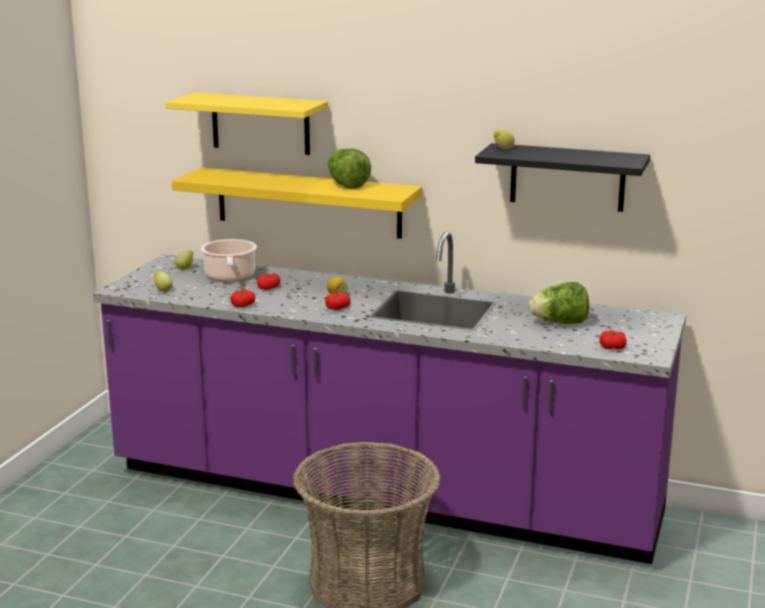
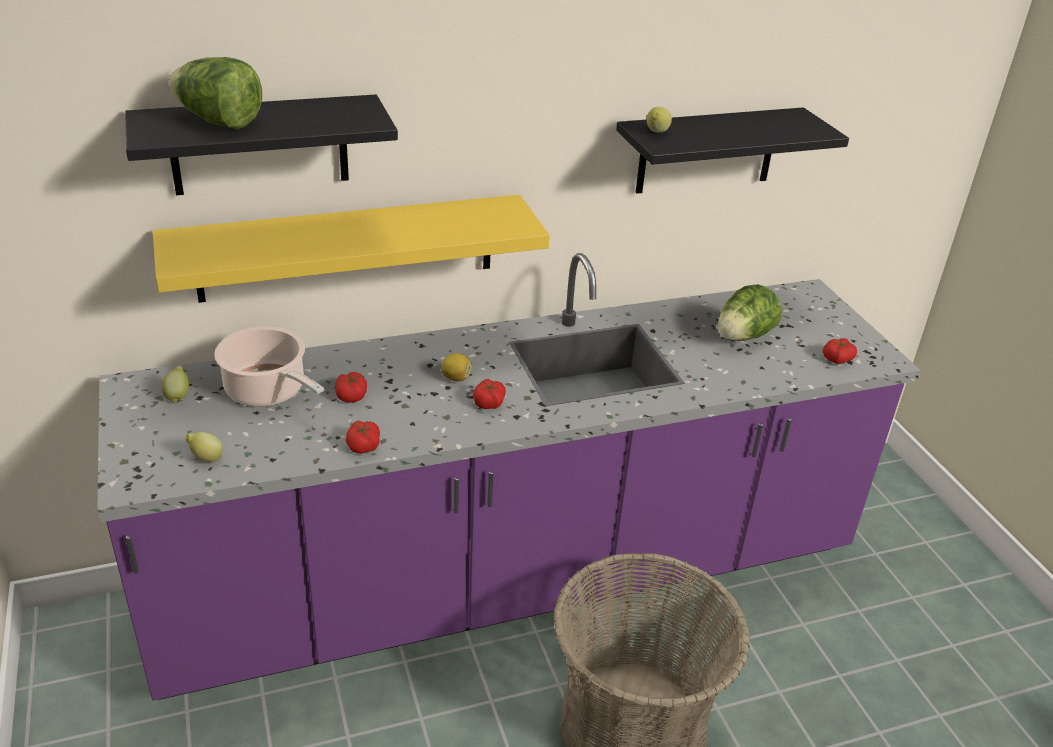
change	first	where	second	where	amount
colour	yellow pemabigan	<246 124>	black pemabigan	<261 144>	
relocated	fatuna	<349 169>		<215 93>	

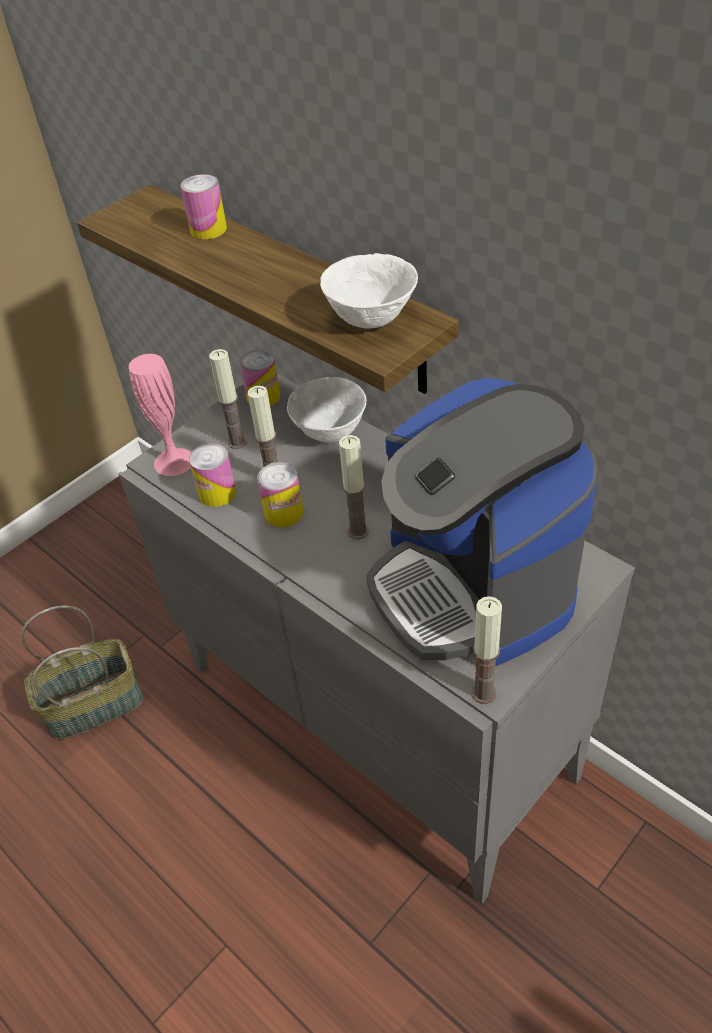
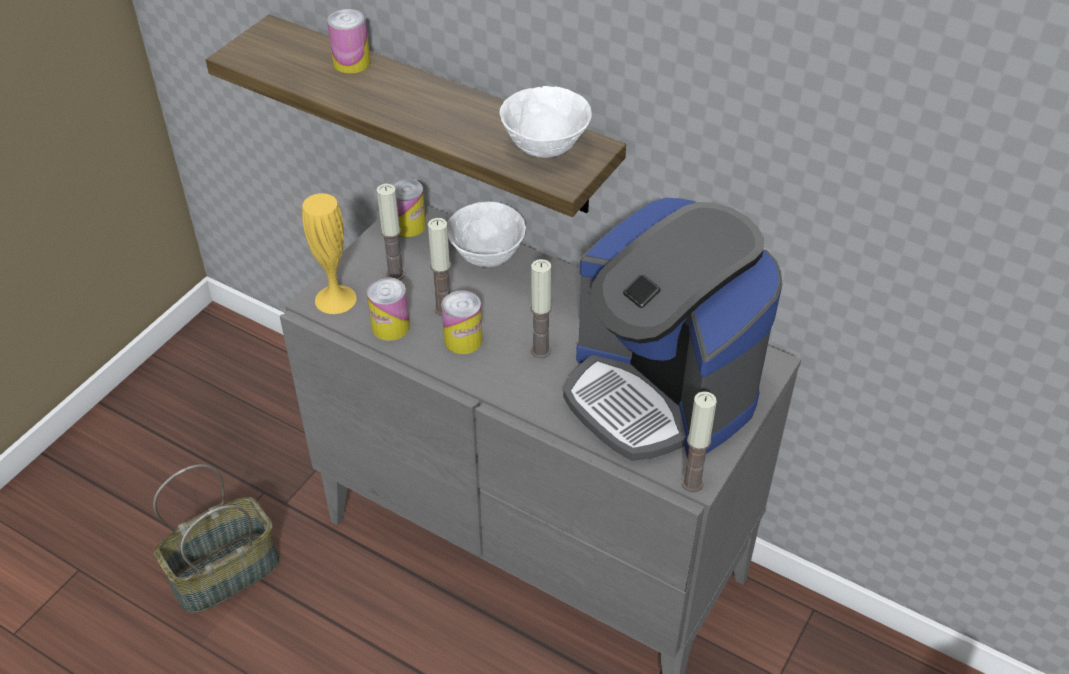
change	first	where	second	where	amount
colour	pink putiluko	<160 415>	yellow putiluko	<329 253>	

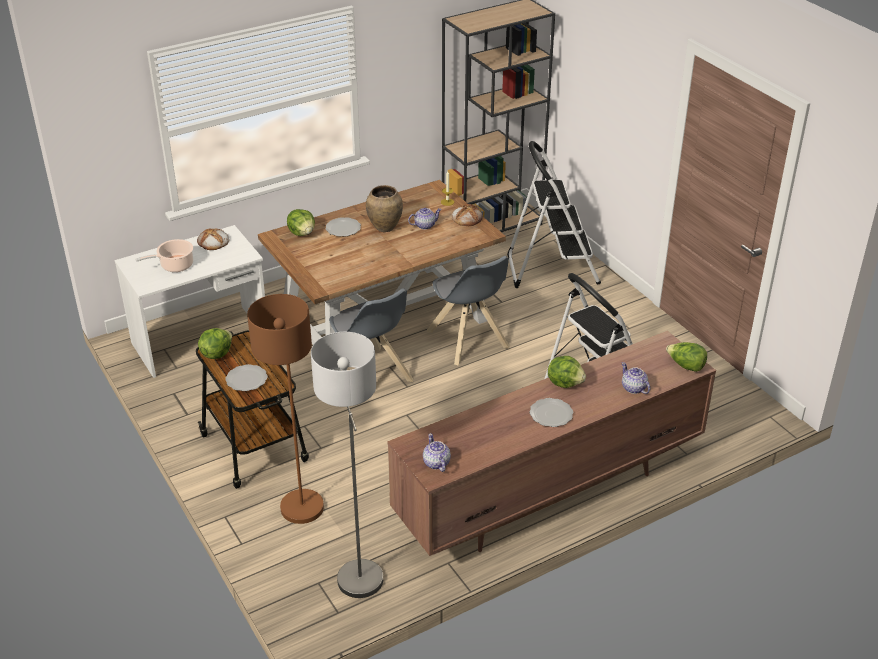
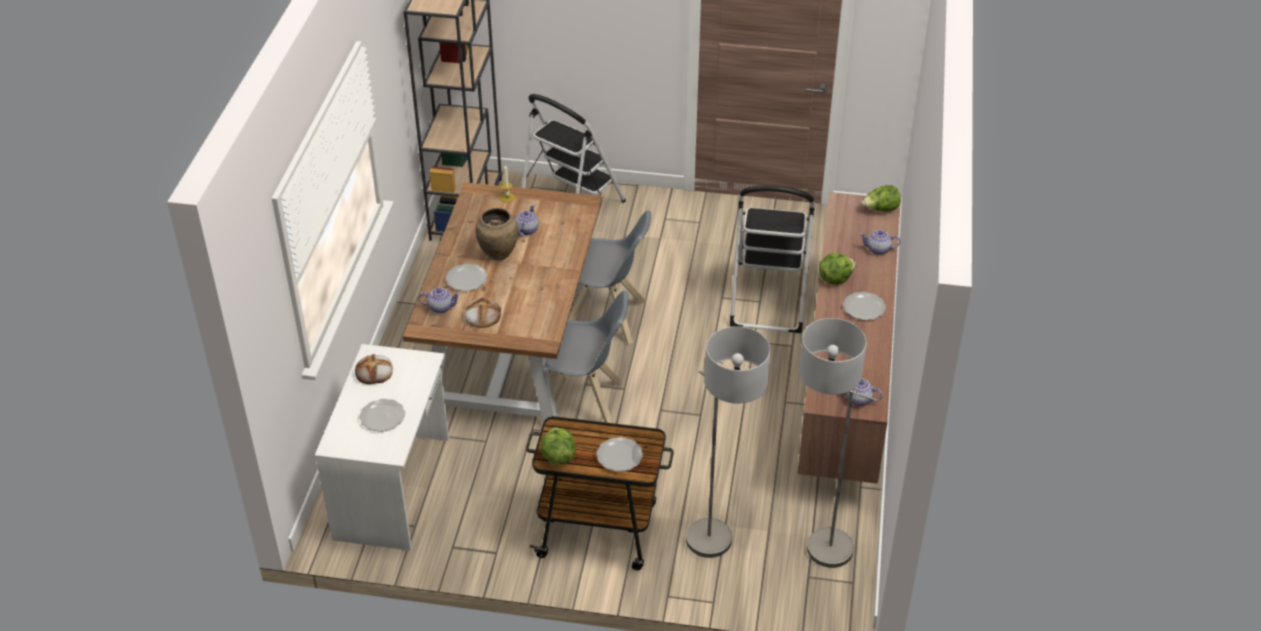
change	first	where	second	where	amount
relocated	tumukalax	<467 215>		<482 313>	
exchanged	fatuna	<301 222>	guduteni	<439 300>	
exchanged	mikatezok	<164 255>	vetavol	<382 415>	
colour	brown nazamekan	<285 409>	grey nazamekan	<728 442>	

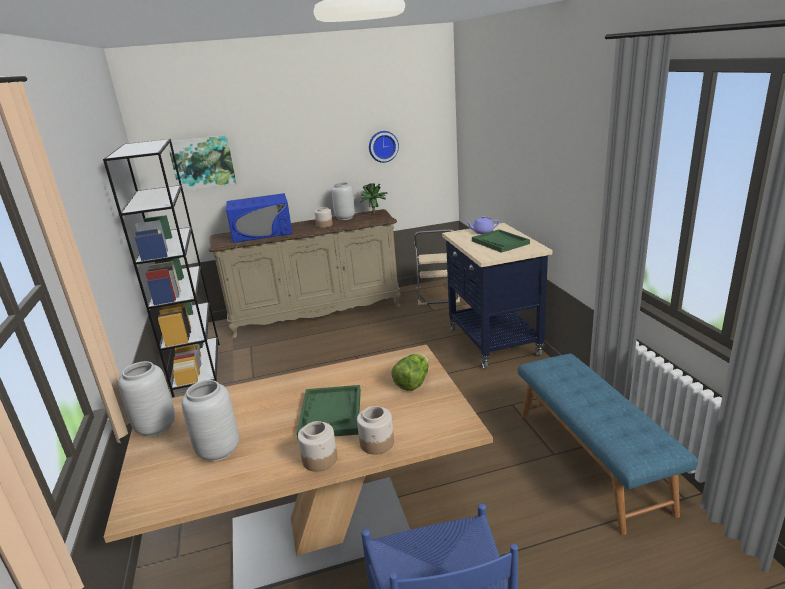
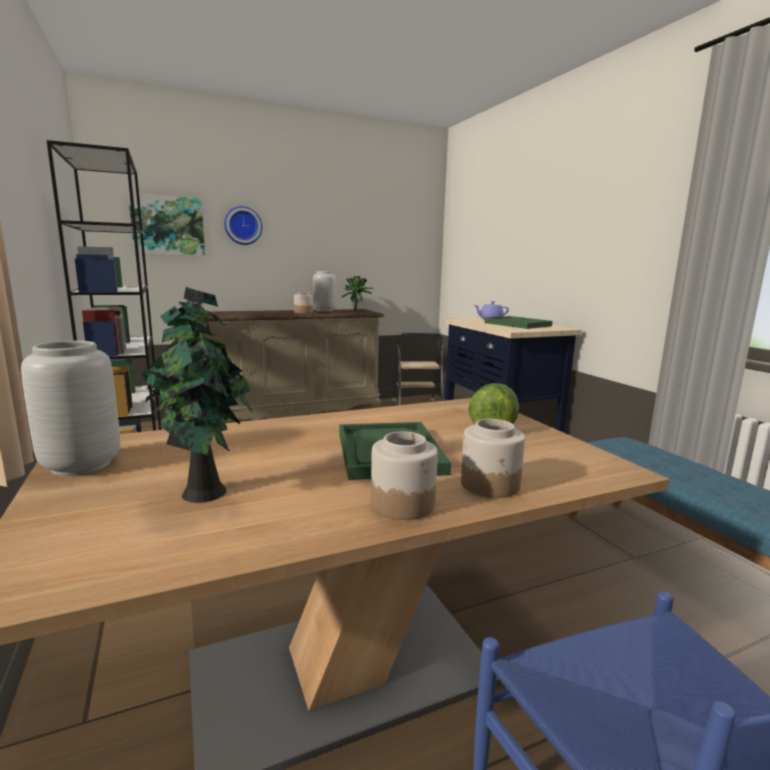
change	first	where	second	where	amount
relocated	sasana	<384 147>		<243 225>	
missing	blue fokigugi	<259 218>			
exchanged	grey putiluko	<210 420>	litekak	<197 395>	

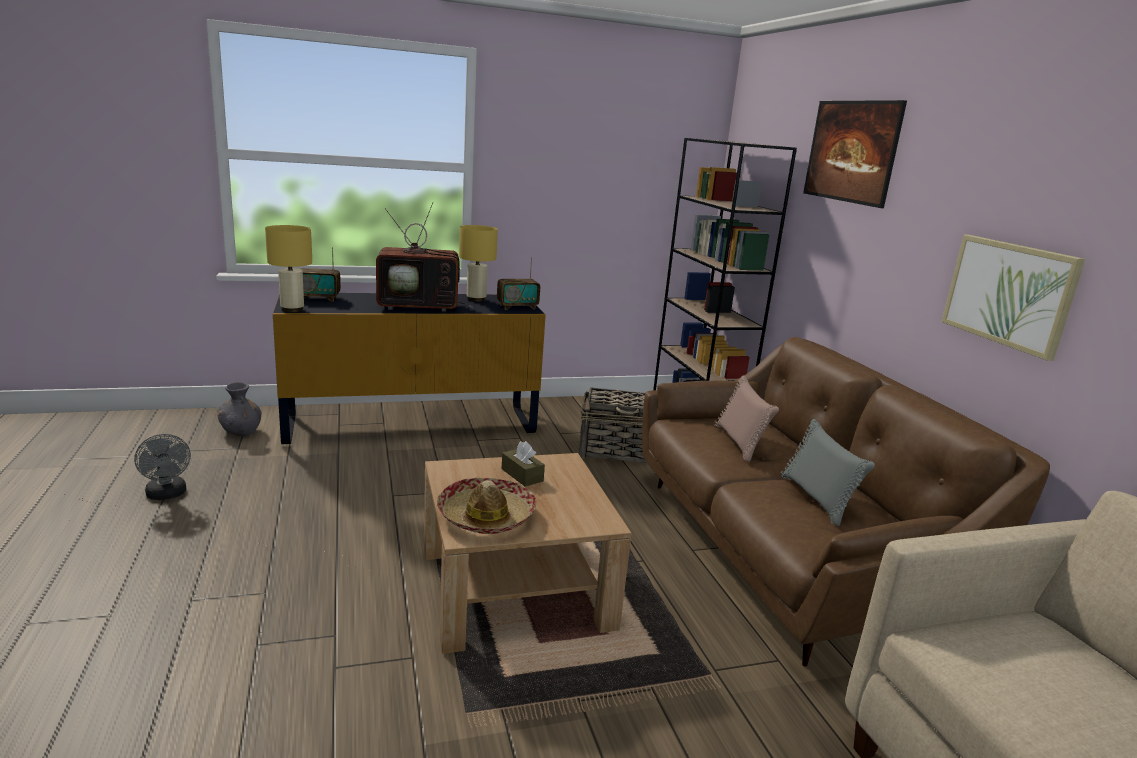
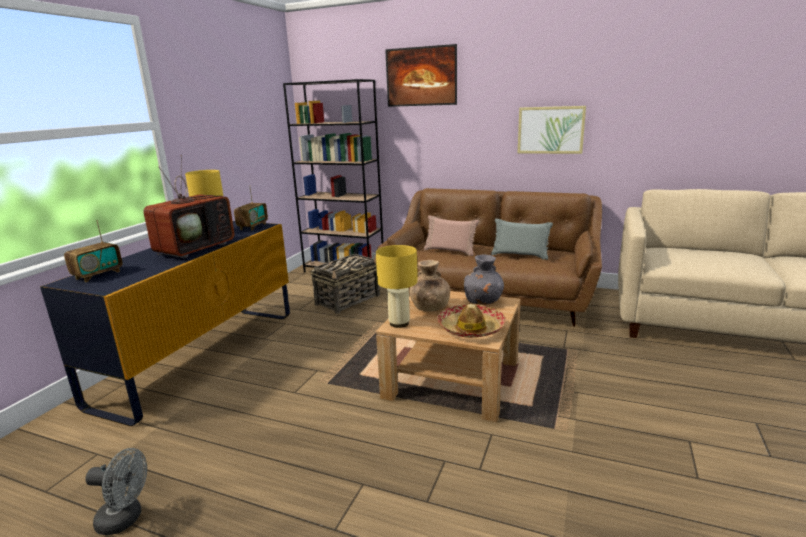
change	first	where	second	where	amount
relocated	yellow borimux	<288 268>		<397 286>	
relocated	grey putiluko	<239 409>		<484 280>	
exchanged	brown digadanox	<523 463>	brown putiluko	<429 285>	

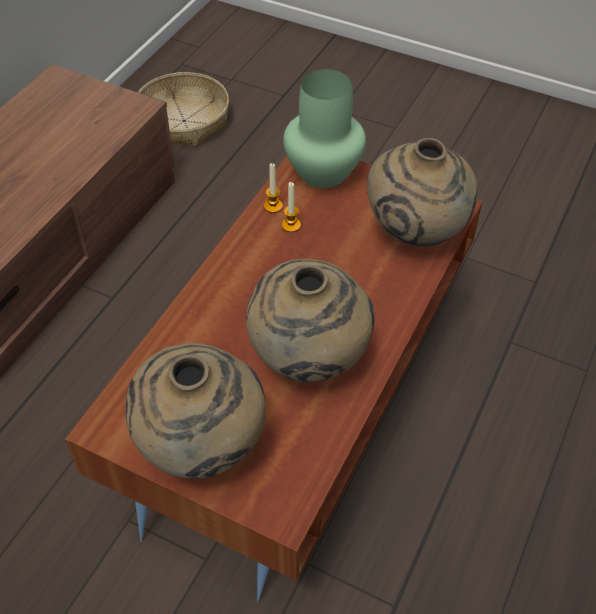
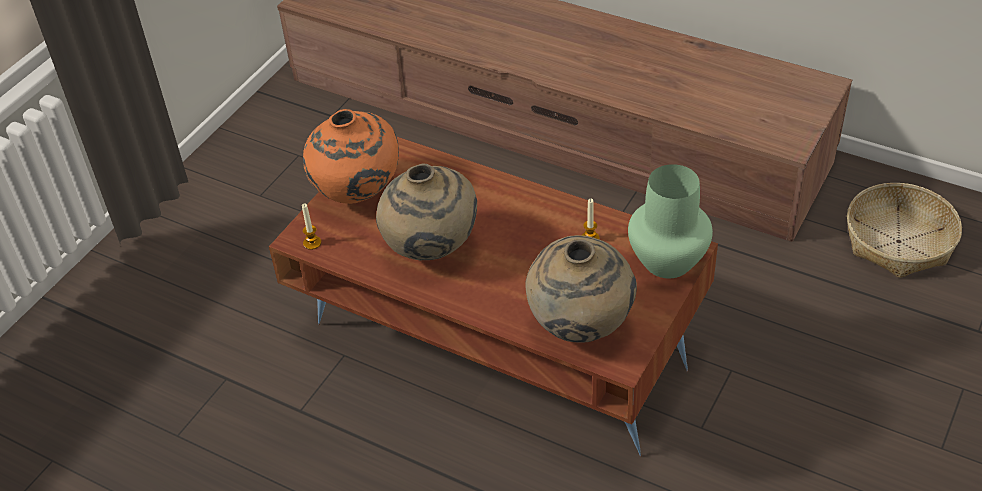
change	first	where	second	where	amount
relocated	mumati	<273 188>		<312 226>	
colour	beige putiluko	<195 411>	orange putiluko	<351 156>	

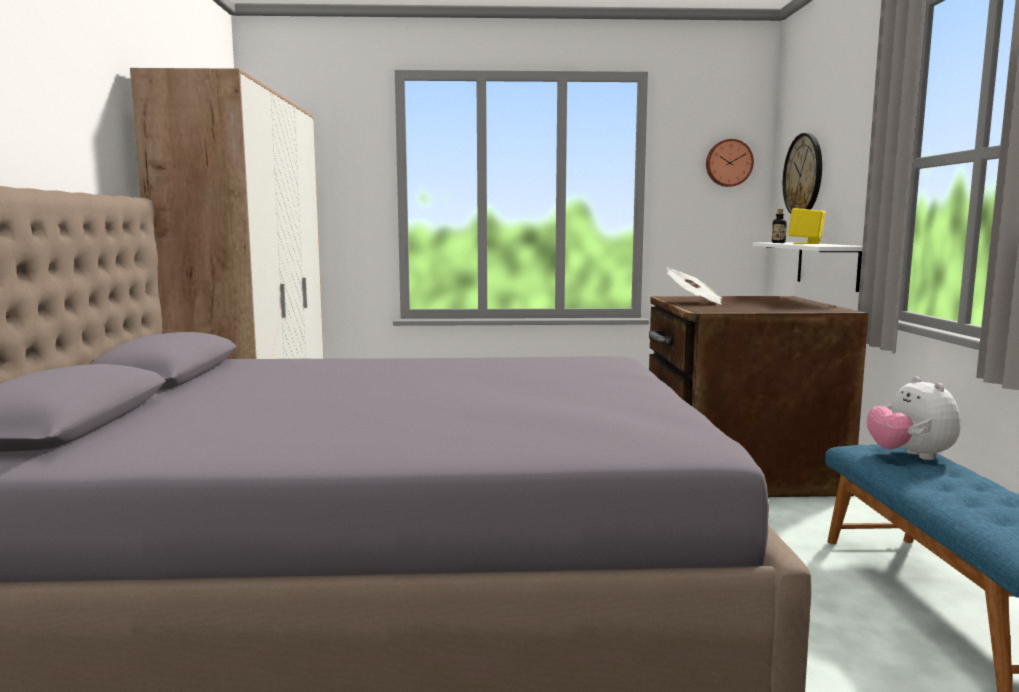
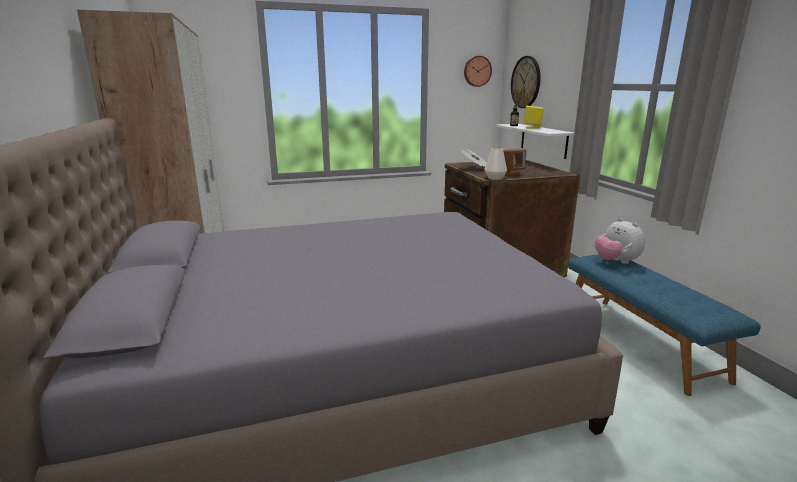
change	first	where	second	where	amount
appeared			white putiluko	<495 164>	
appeared			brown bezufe	<514 162>	

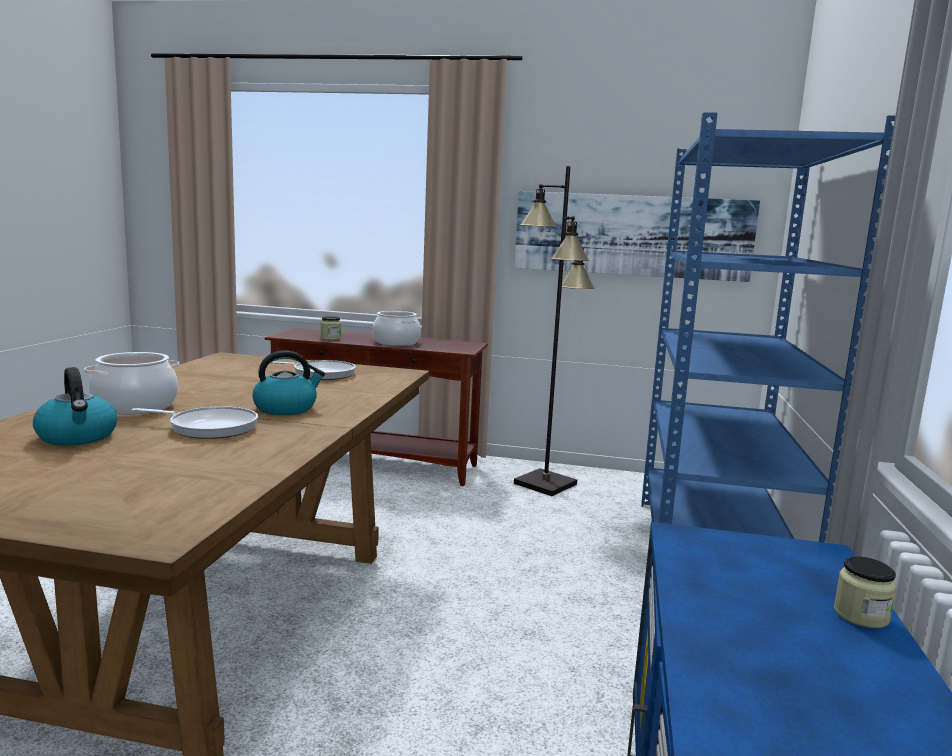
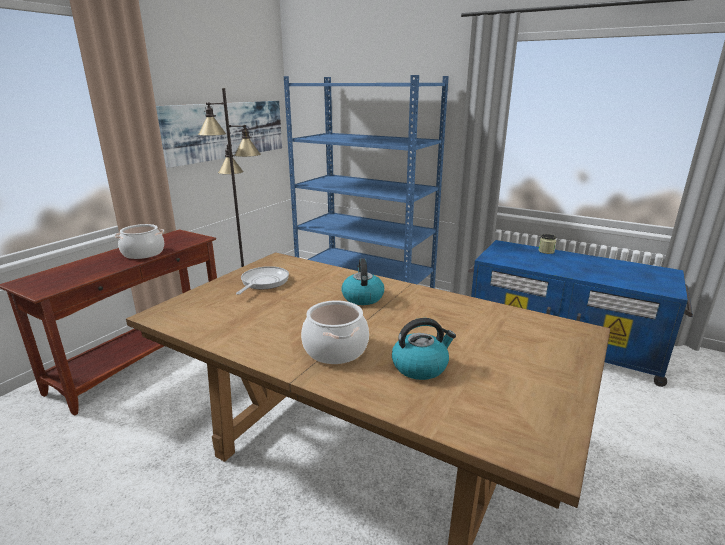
change	first	where	second	where	amount
missing	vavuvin	<331 328>			
missing	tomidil	<194 422>			

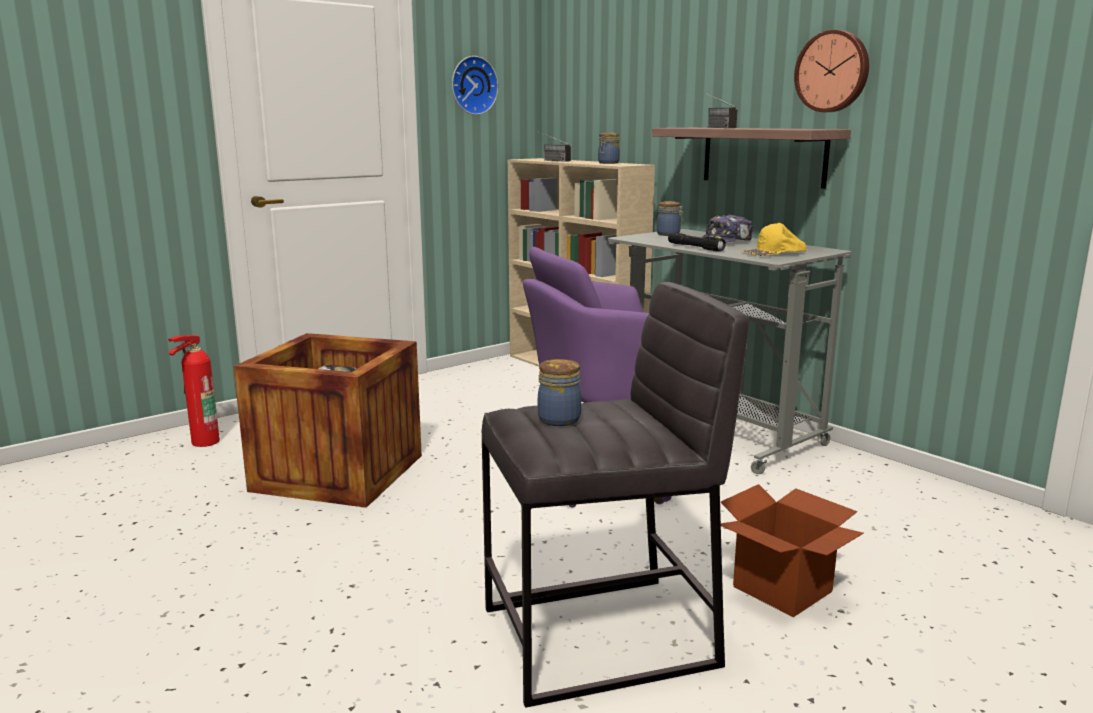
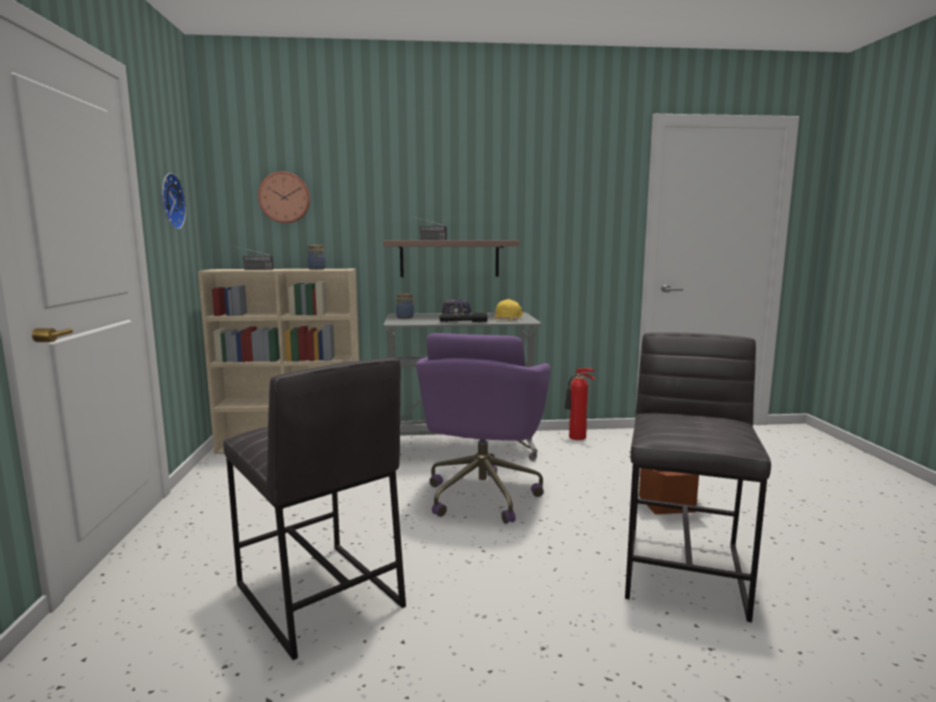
change	first	where	second	where	amount
relocated	sasana	<831 71>		<284 197>	
exchanged	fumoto	<327 420>	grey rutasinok	<314 509>	
relocated	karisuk	<194 391>		<580 404>	
missing	vavuvin	<559 392>			

